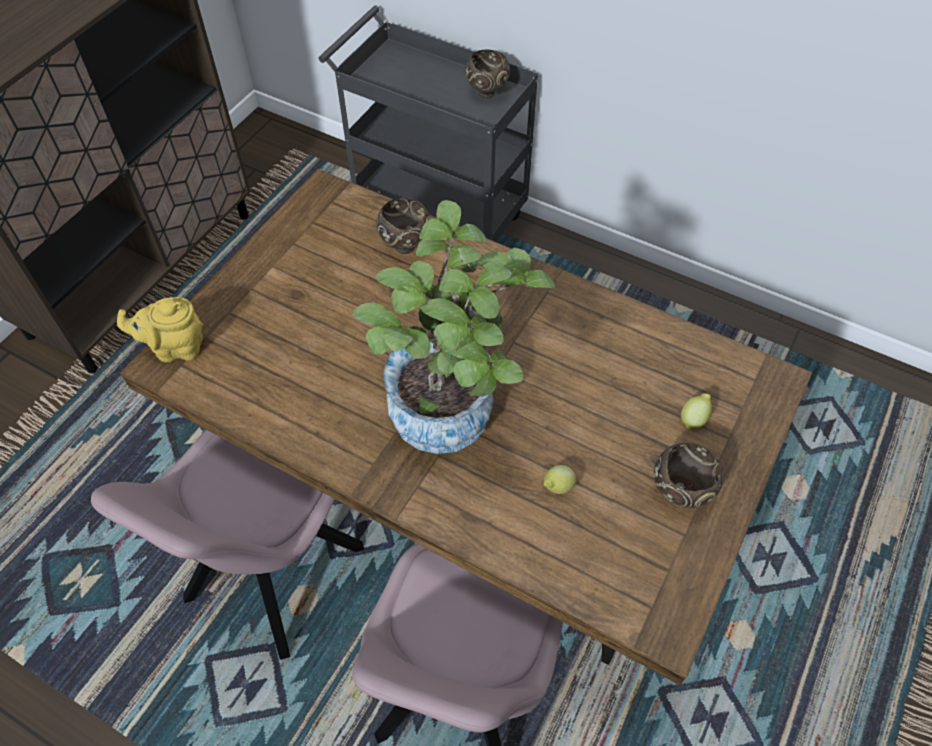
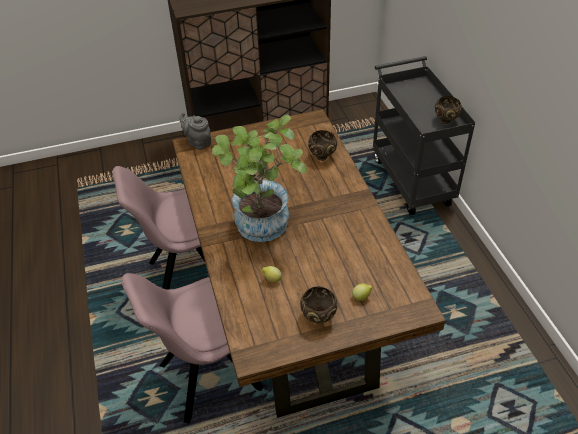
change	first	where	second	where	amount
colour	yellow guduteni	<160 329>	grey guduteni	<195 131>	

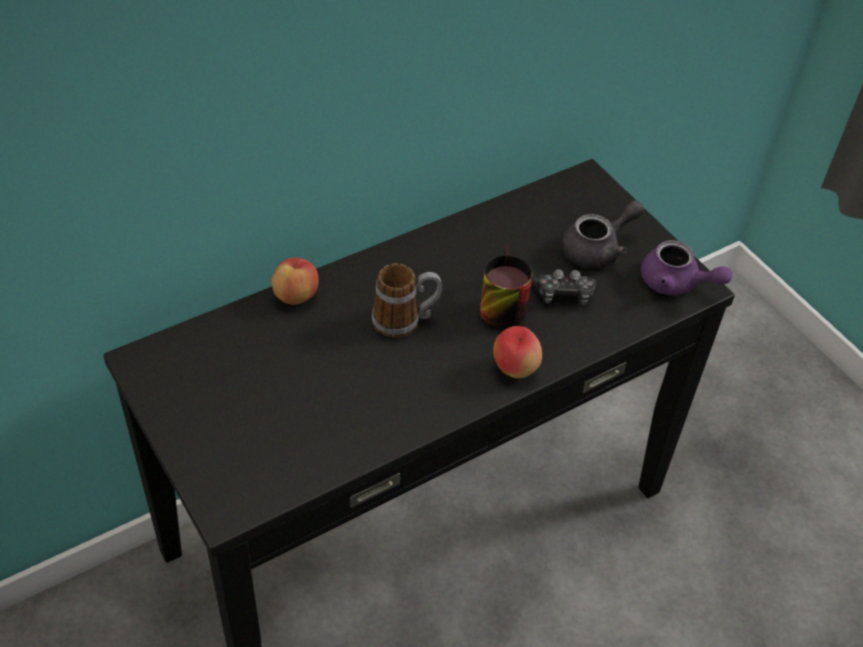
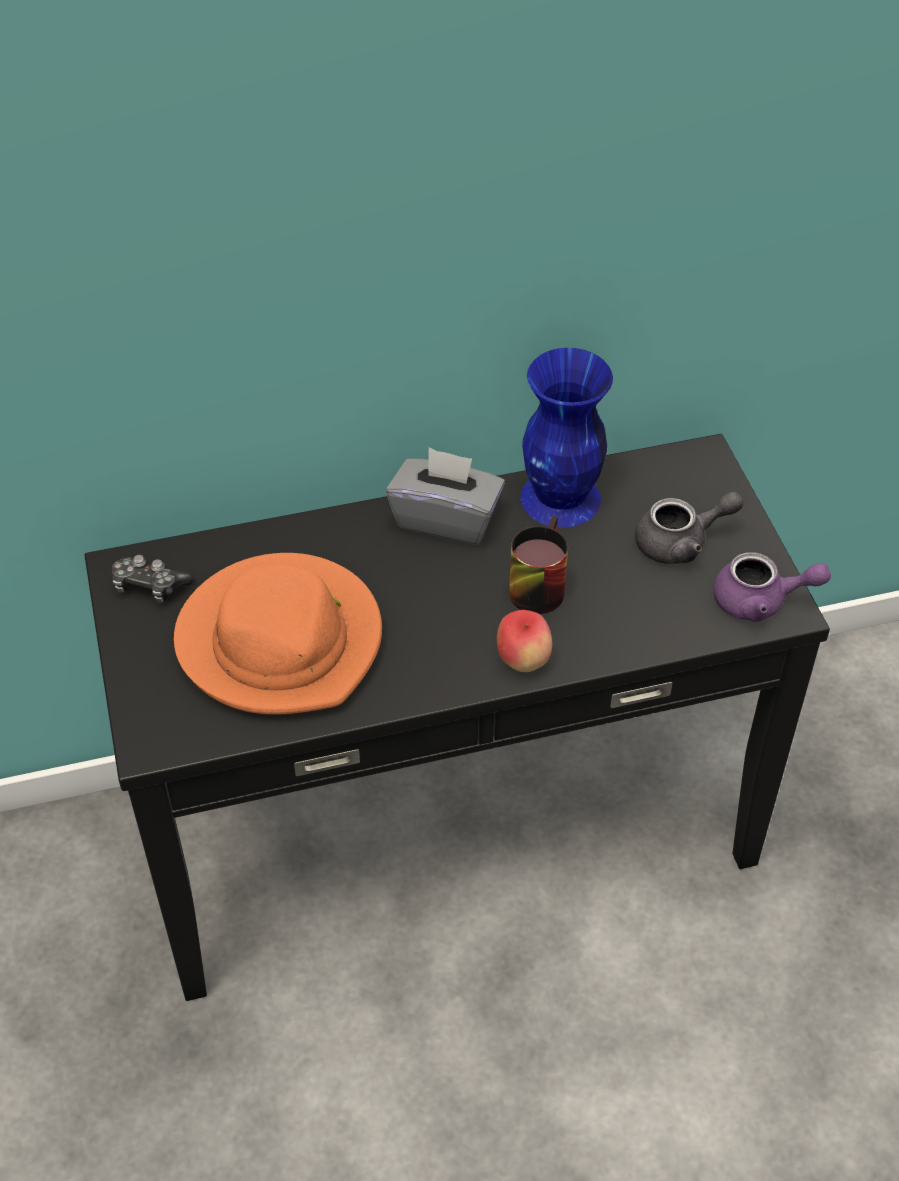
change	first	where	second	where	amount
spun	purple guduteni	<686 267>		<772 587>	45 degrees counterclockwise
missing	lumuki	<295 281>			
missing	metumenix	<407 300>			
relocated	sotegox	<564 287>		<152 579>	
appeared			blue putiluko	<567 438>	
appeared			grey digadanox	<445 496>	
appeared			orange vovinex	<278 634>	

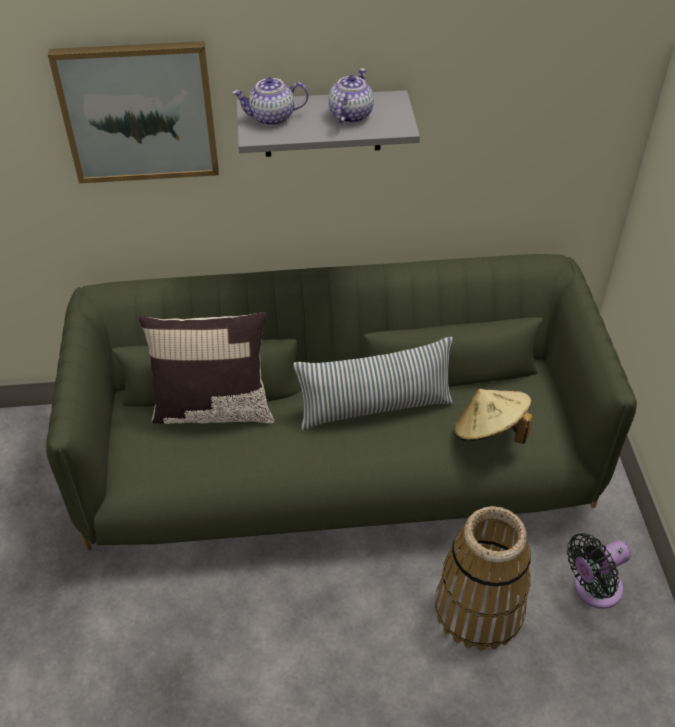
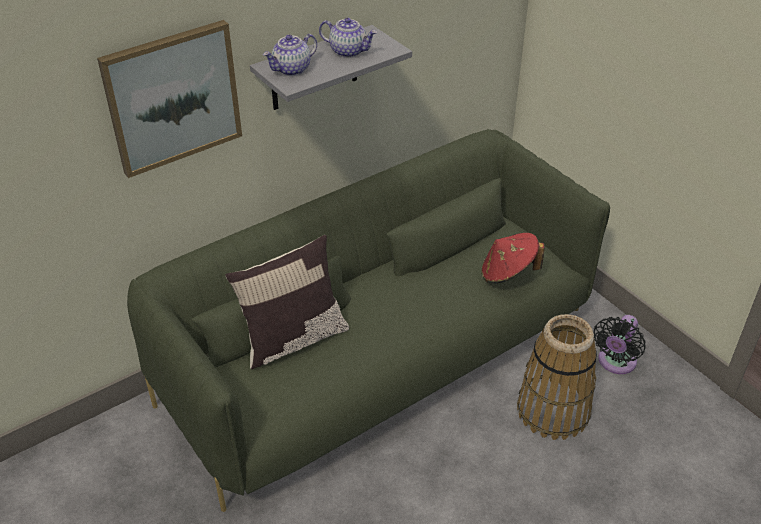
change	first	where	second	where	amount
spun	guduteni	<351 95>		<348 38>	120 degrees clockwise
missing	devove	<373 383>			
colour	beige vovinex	<493 416>	red vovinex	<513 258>	

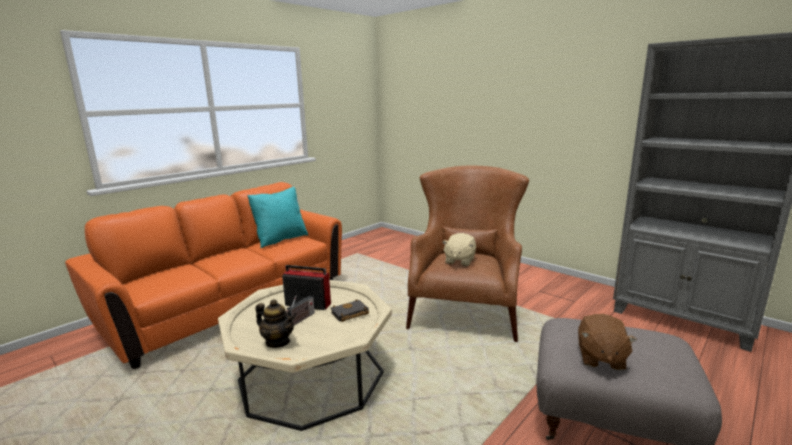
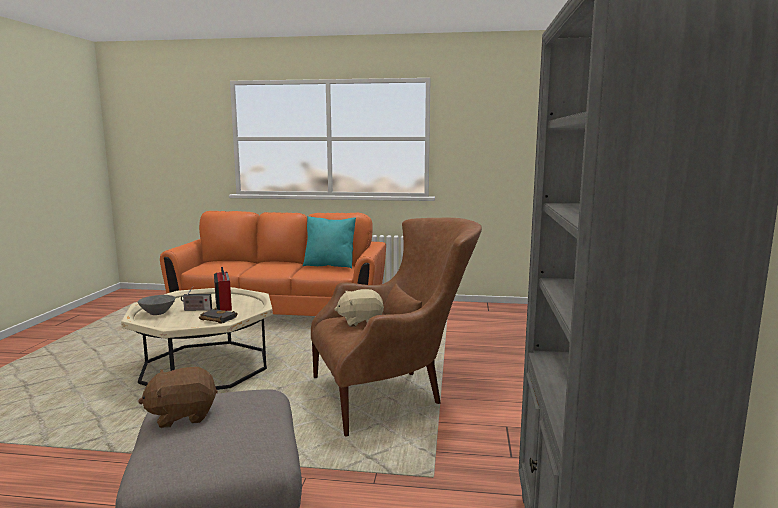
change	first	where	second	where	amount
exchanged	guduteni	<275 323>	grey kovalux	<156 305>	

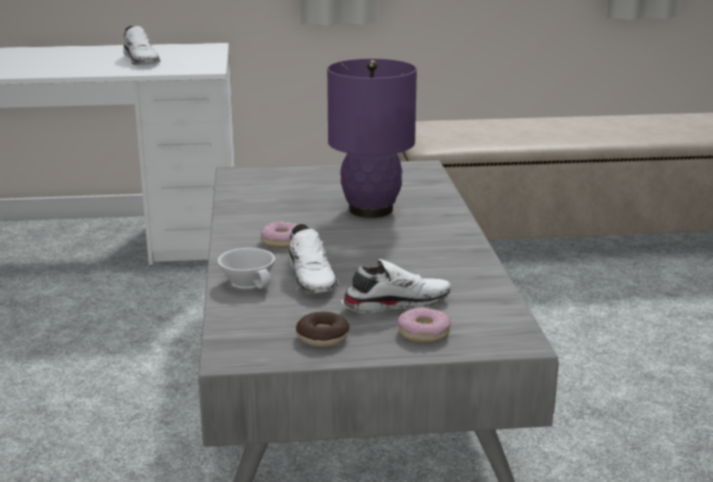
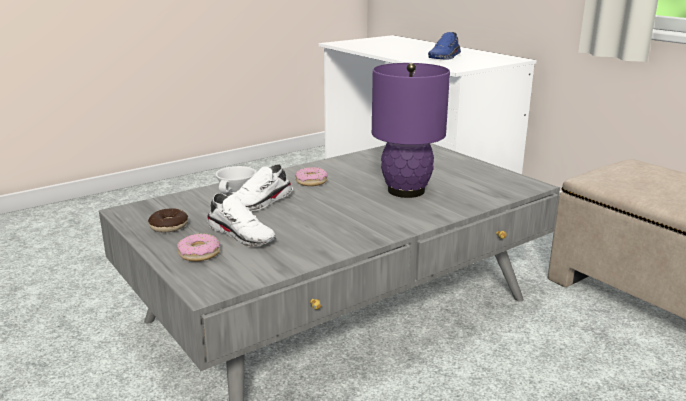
change	first	where	second	where	amount
colour	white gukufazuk	<142 45>	blue gukufazuk	<444 45>	

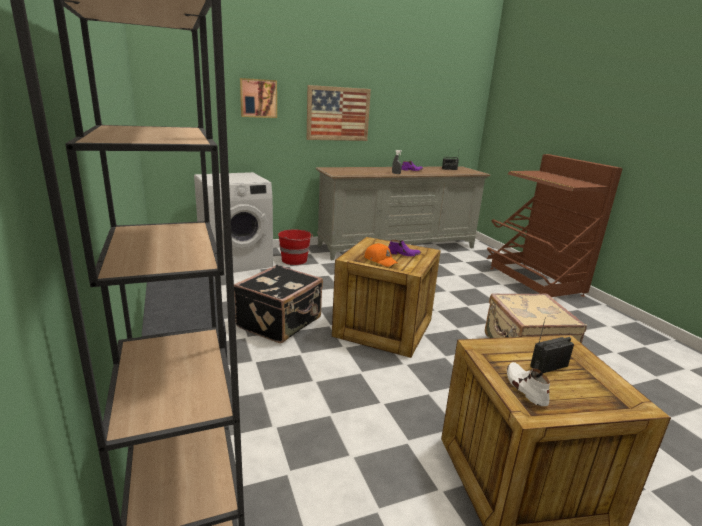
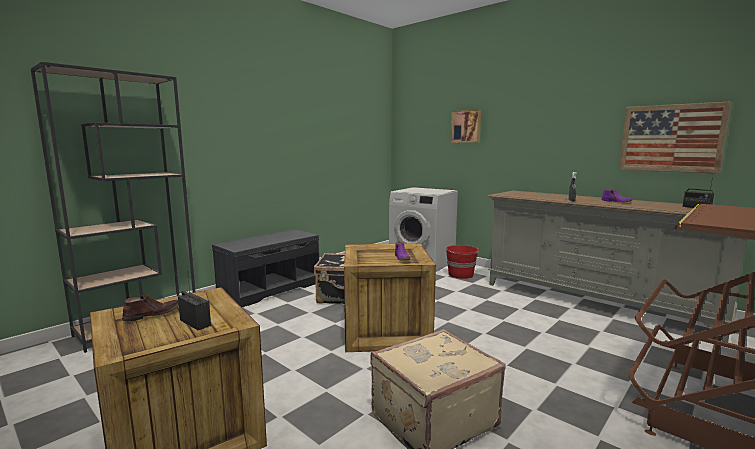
change	first	where	second	where	amount
relocated	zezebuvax	<339 113>		<675 137>	
missing	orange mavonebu	<381 255>			
colour	white gukufazuk	<528 384>	brown gukufazuk	<150 308>	

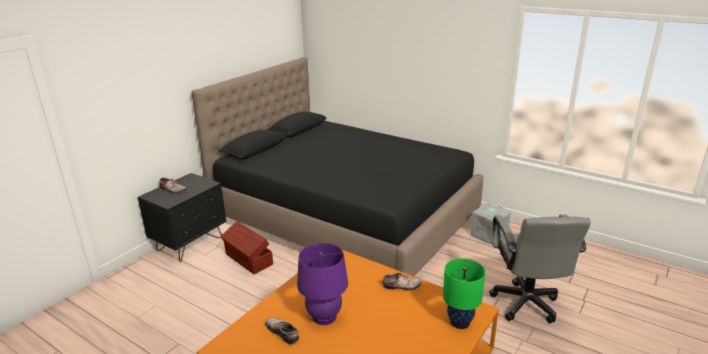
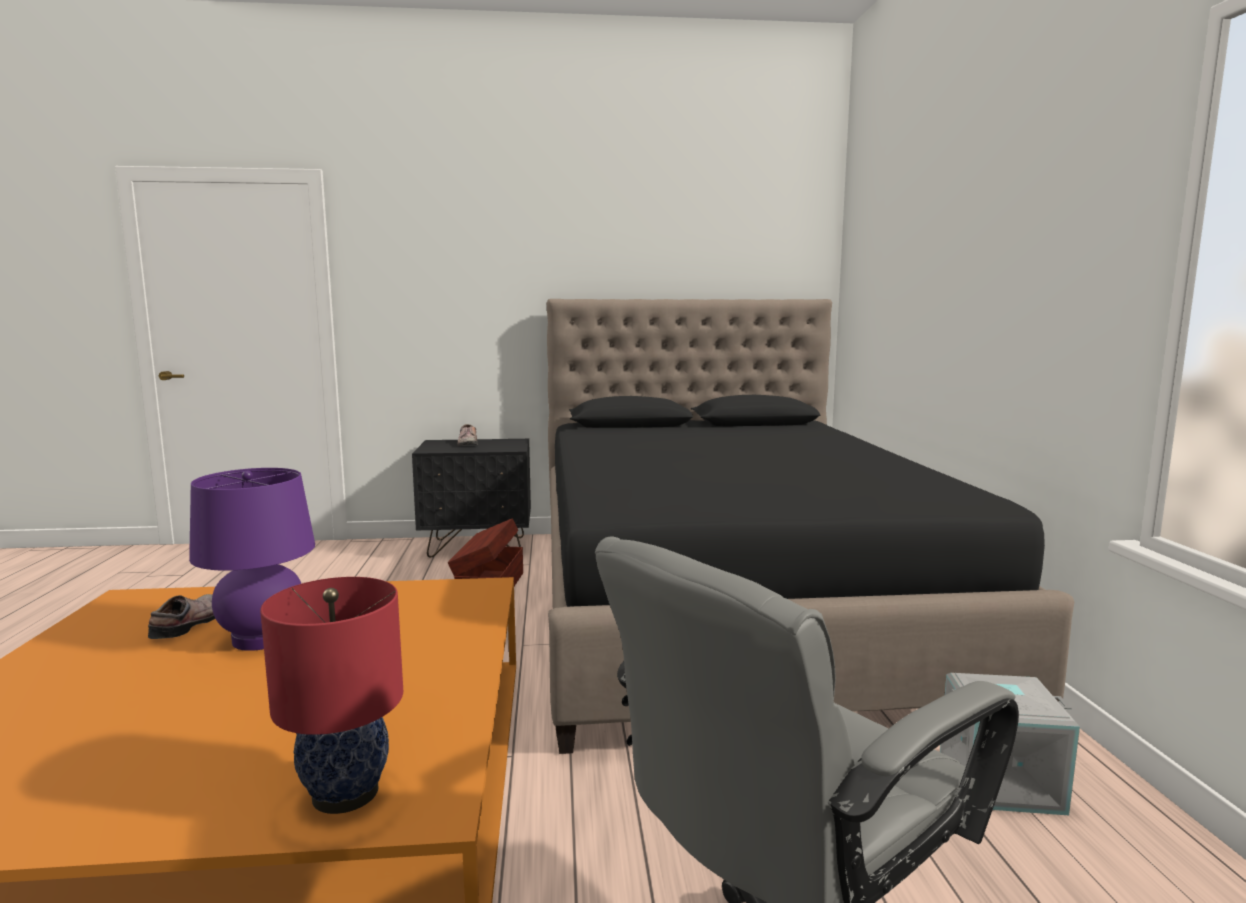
change	first	where	second	where	amount
colour	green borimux	<464 294>	red borimux	<331 695>	
missing	gukufazuk	<401 282>			

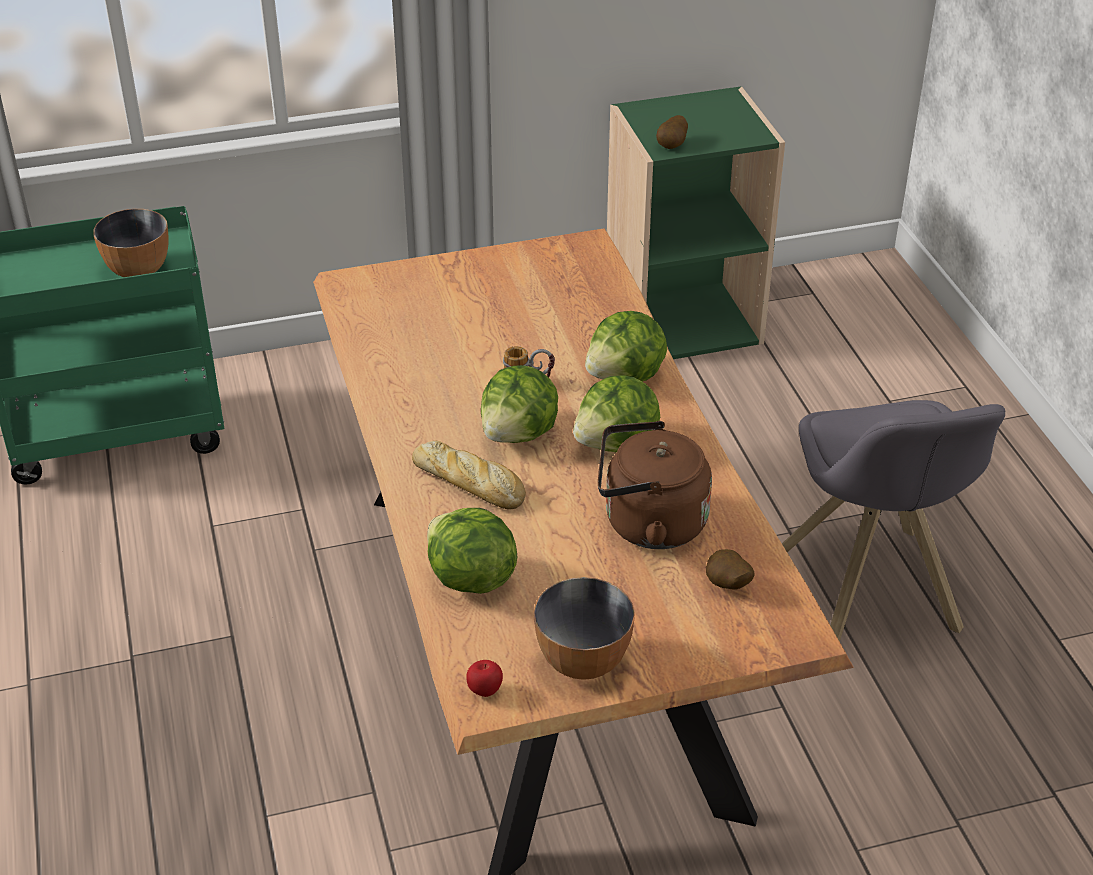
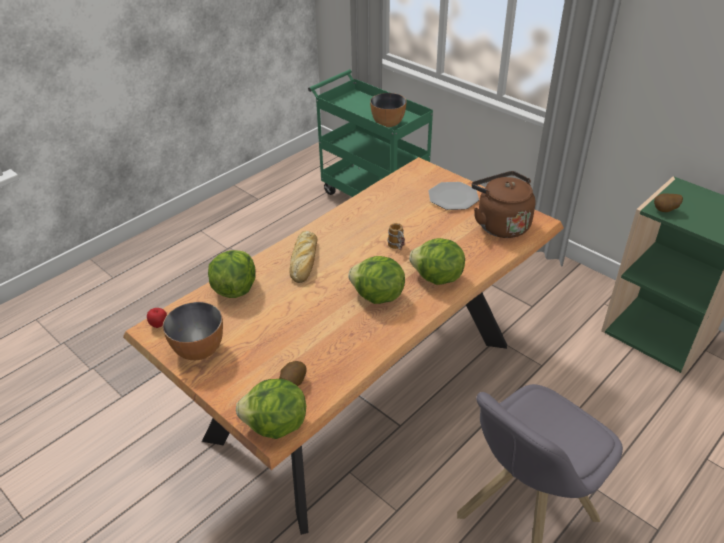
change	first	where	second	where	amount
relocated	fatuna	<519 404>		<271 409>	
relocated	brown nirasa	<655 485>		<503 204>	
appeared			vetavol	<453 196>	

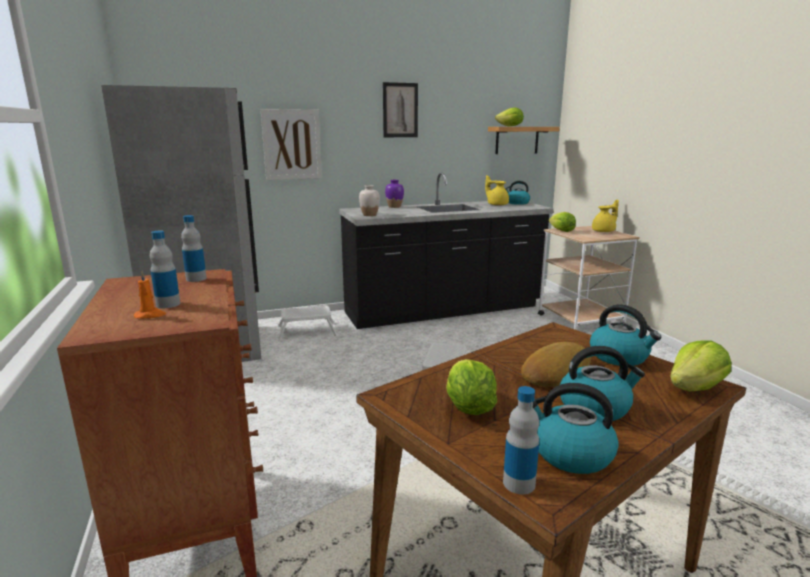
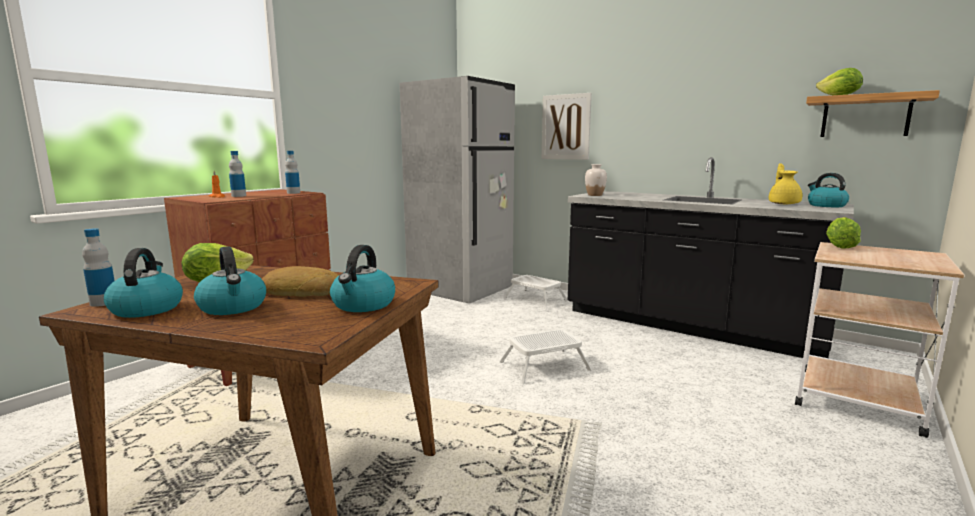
change	first	where	second	where	amount
missing	zezebuvax	<400 109>			
missing	purple putiluko	<394 194>			
missing	yellow guduteni	<605 216>			
missing	fatuna	<700 365>			

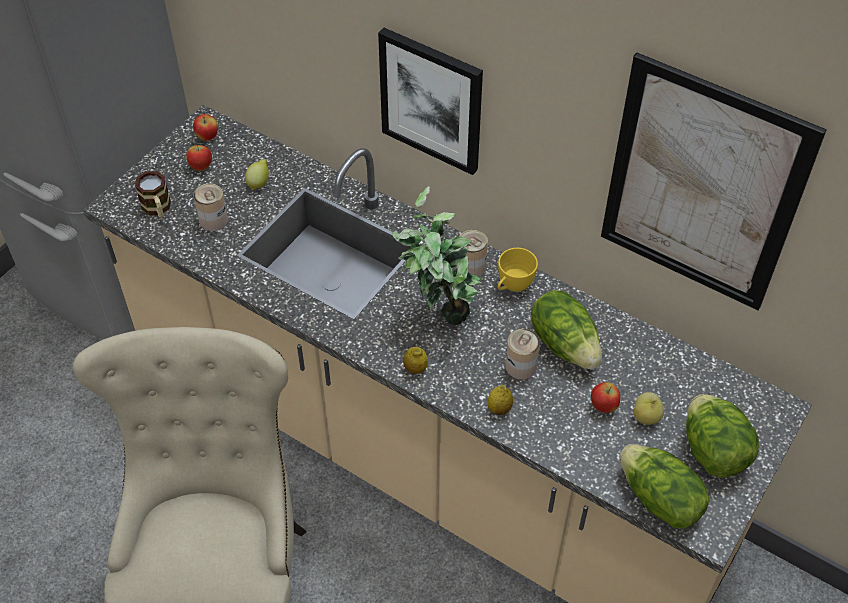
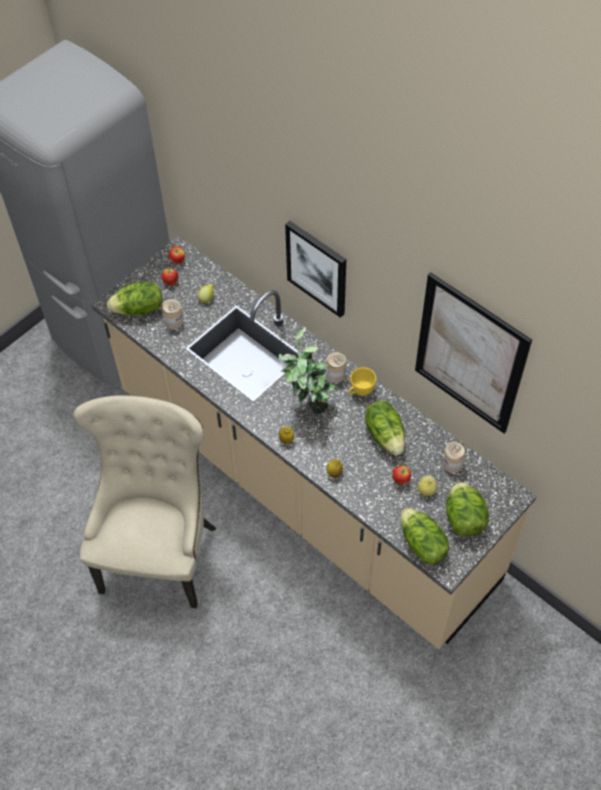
change	first	where	second	where	amount
exchanged	metumenix	<153 194>	fatuna	<135 298>	
relocated	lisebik	<522 354>		<454 457>	

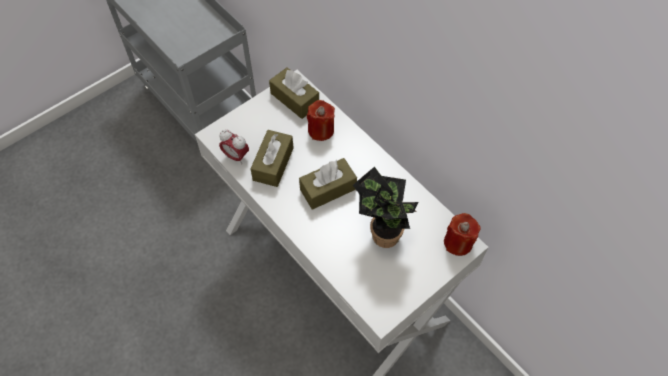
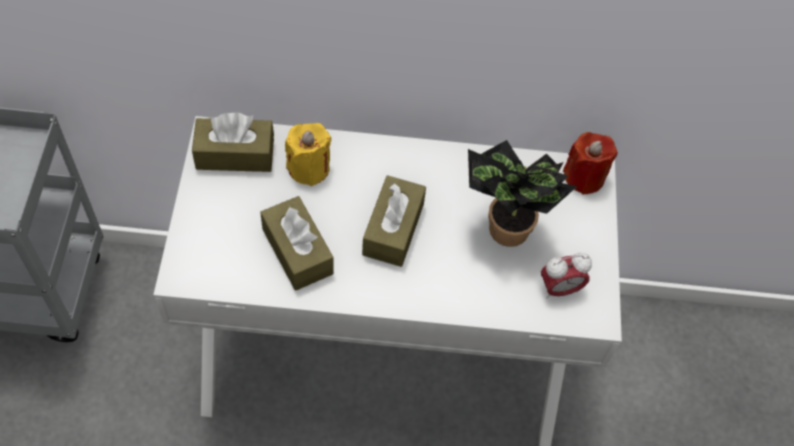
change	first	where	second	where	amount
colour	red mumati	<321 120>	yellow mumati	<308 154>	
relocated	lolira	<234 147>		<566 276>	

